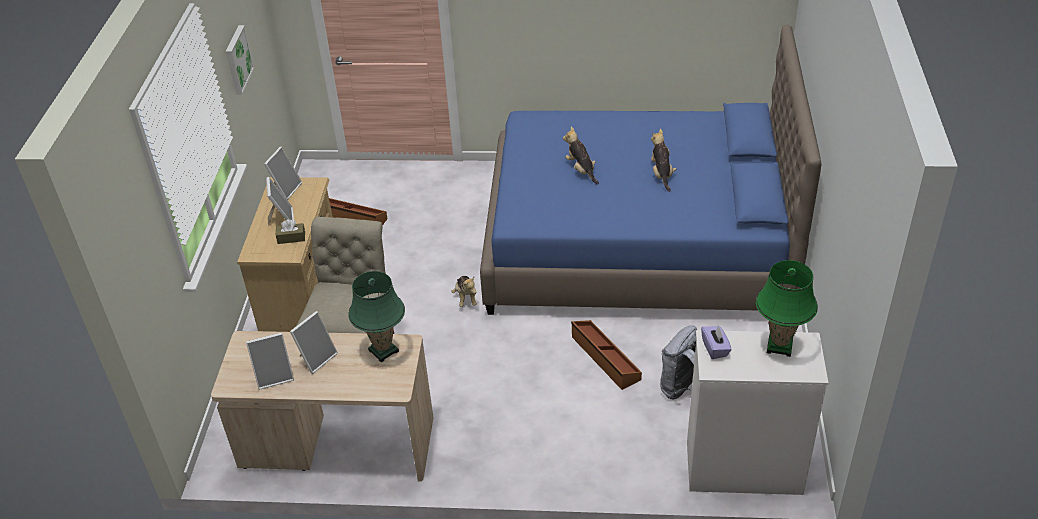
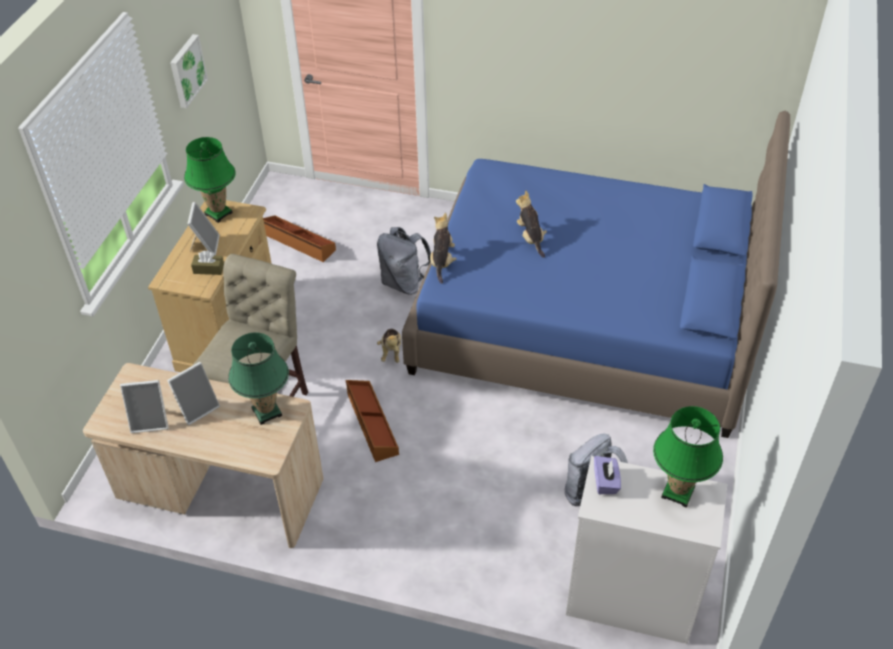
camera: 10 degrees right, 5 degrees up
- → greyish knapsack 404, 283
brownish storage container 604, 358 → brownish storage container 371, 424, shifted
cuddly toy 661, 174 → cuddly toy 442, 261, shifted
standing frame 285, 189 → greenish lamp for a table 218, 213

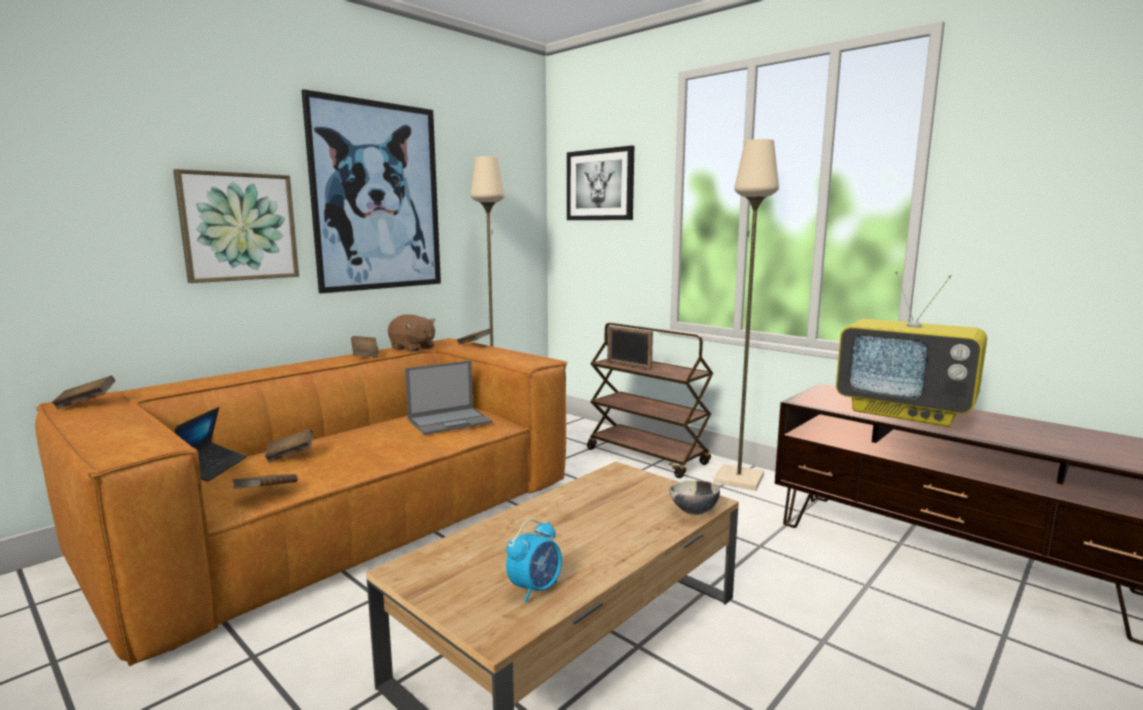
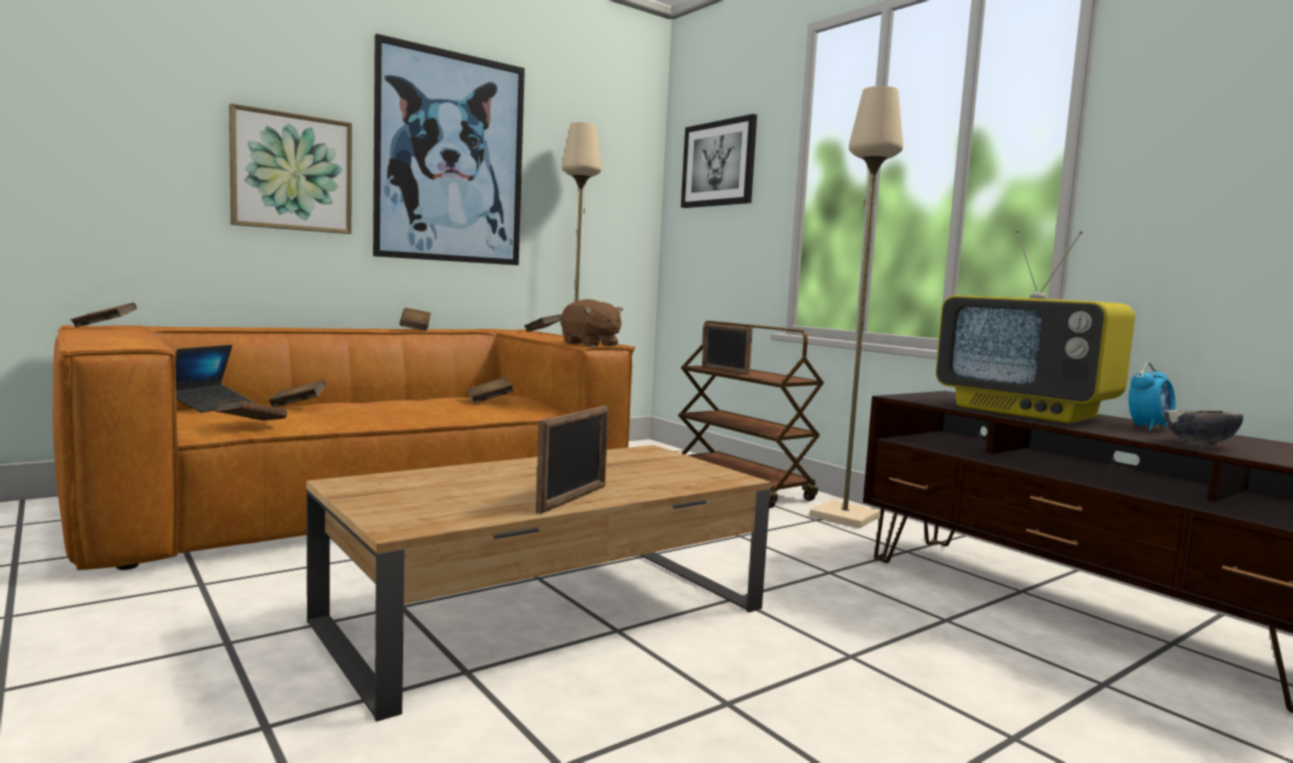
camera: 10 degrees right, 5 degrees down
- → standing frame 573, 499
brownish cuddly toy 412, 348 → brownish cuddly toy 590, 344, shifted
alarm clock 535, 588 → alarm clock 1149, 428, shifted
serving bowl 693, 511 → serving bowl 1198, 444, shifted
laptop 450, 421 → brownish bound book 489, 401

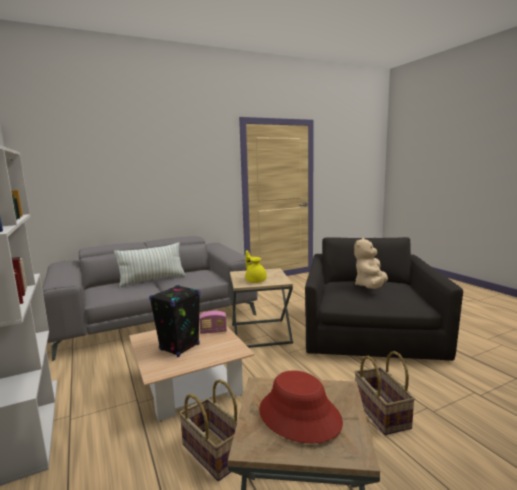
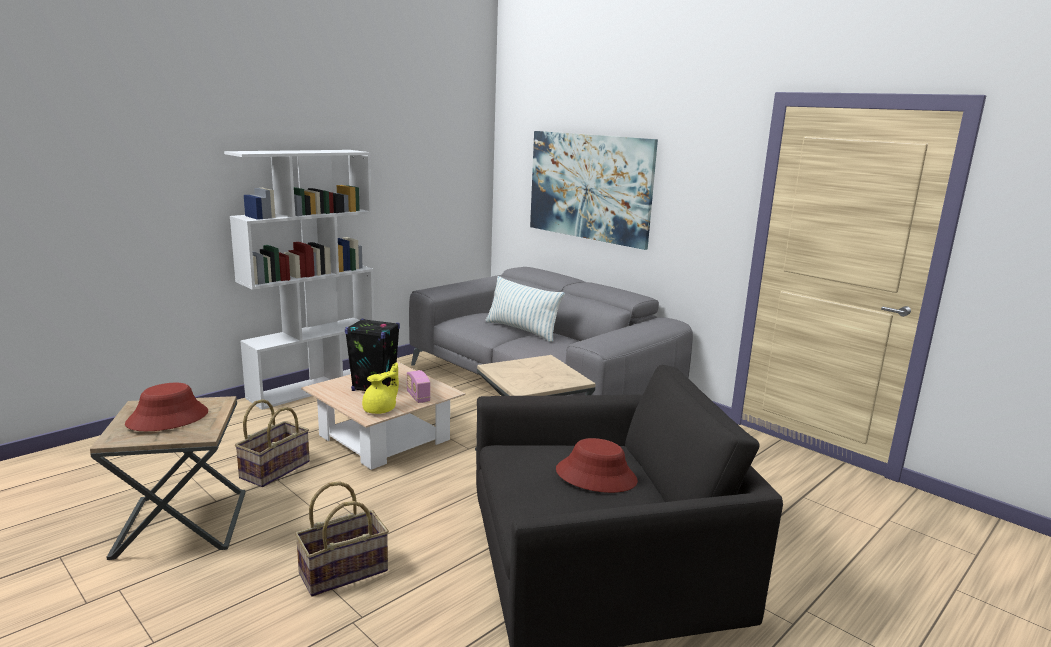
camera: 70 degrees right, 5 degrees up
- → wall picture 589, 187
yellow-coloured pot for tea 255, 280 → yellow-coloured pot for tea 381, 409, shifted
beige-coloured cuddly toy 370, 287 → red wearable hat 596, 476

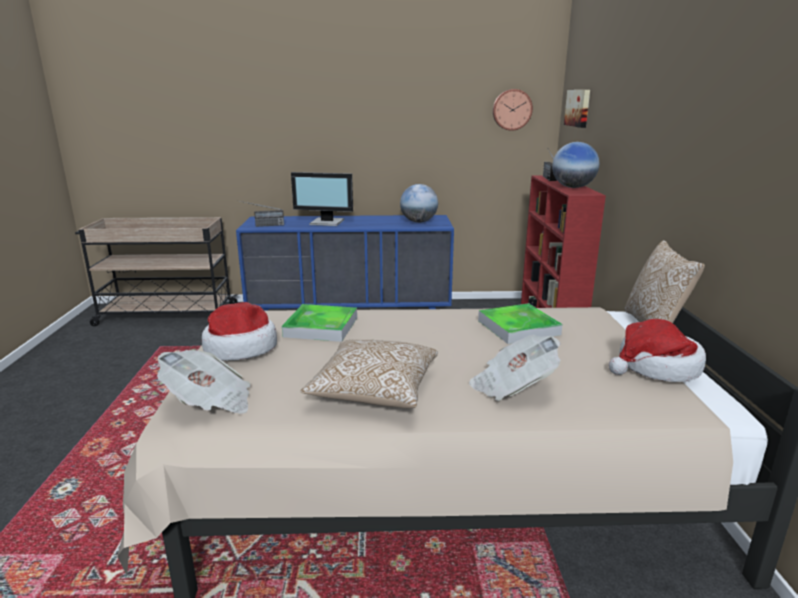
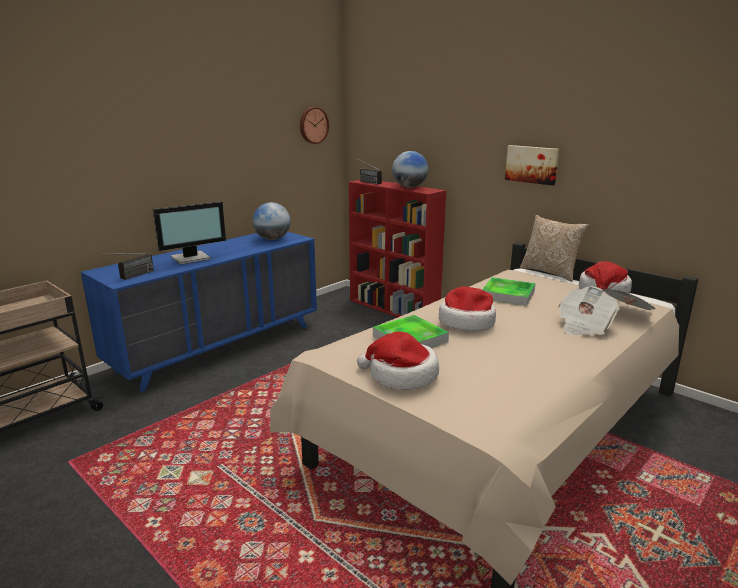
camera: 45 degrees left, 0 degrees up
throw pillow 374, 390 → -
- → wearable hat 467, 322
printed paper 210, 402 → printed paper 627, 313, shifted
wall picture 578, 108 → wall picture 532, 164, shifted

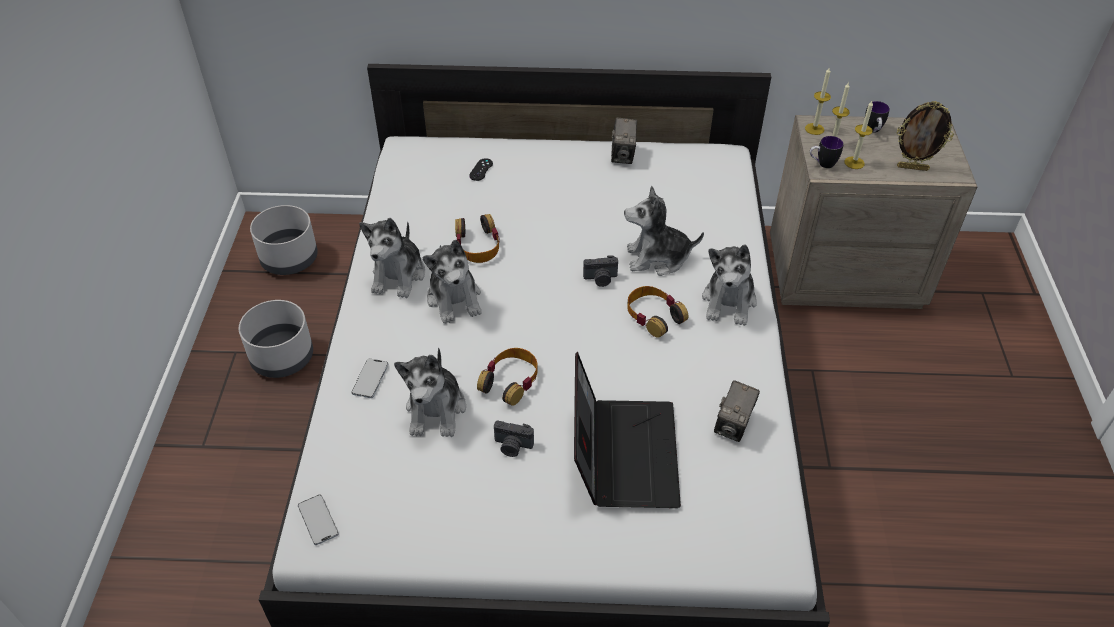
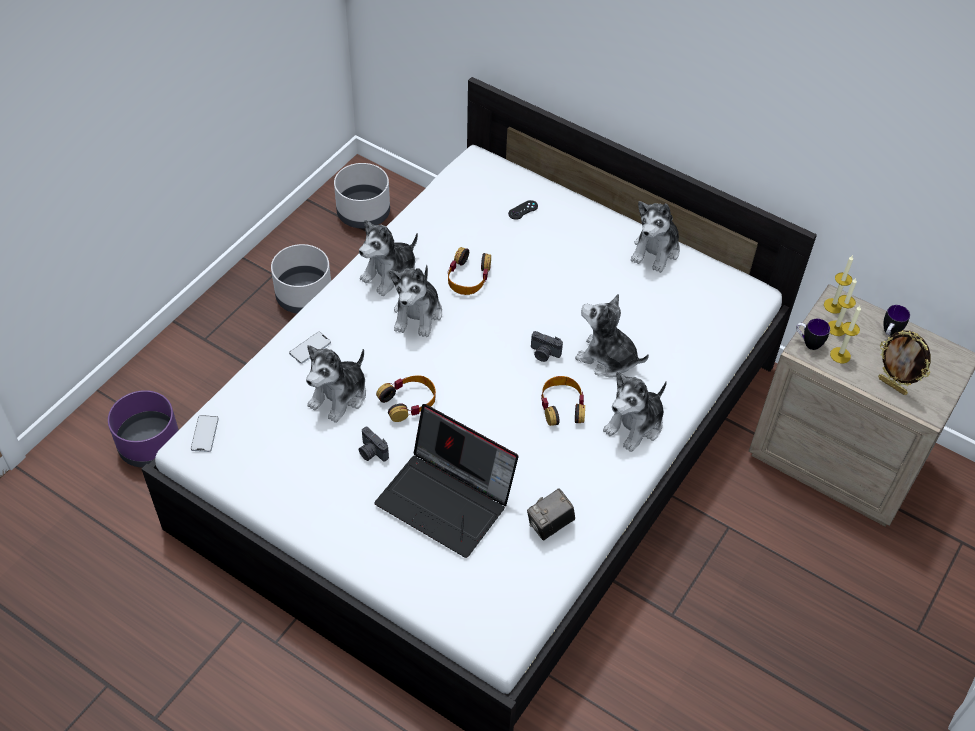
camera: 30 degrees right, 5 degrees up
- → purple-coloured planter 149, 444
photo camera 623, 155 → cuddly toy 656, 251
laptop 622, 452 → laptop 447, 500, 90 degrees clockwise

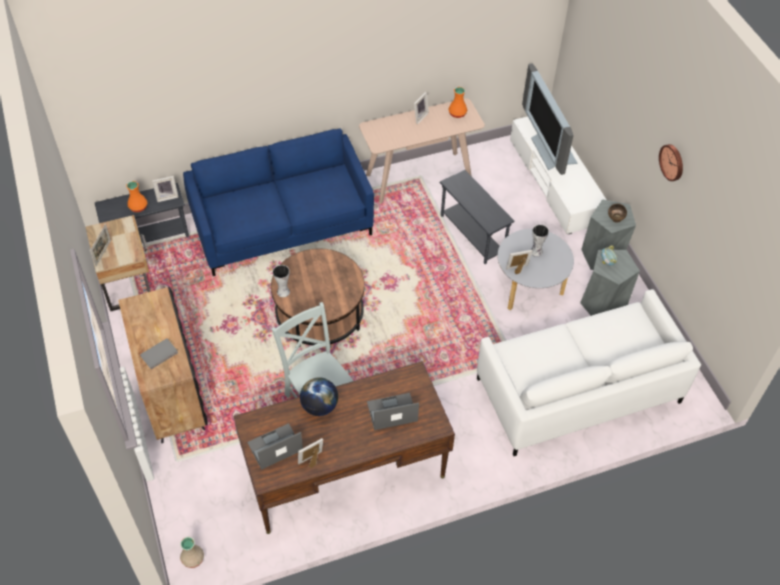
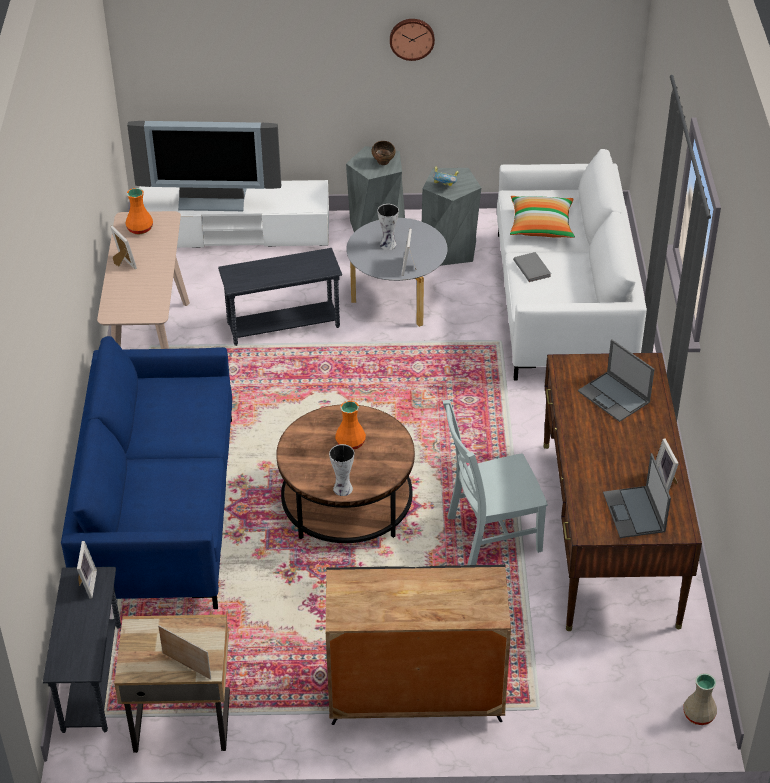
camera: 70 degrees left, 10 degrees down
desk globe 319, 406 → -
- → throw pillow 541, 226
orangey flower vase 138, 206 → orangey flower vase 349, 442, shifted
greyish bound book 160, 354 → greyish bound book 532, 268, shifted
laptop 391, 412 → laptop 614, 397, 45 degrees counterclockwise

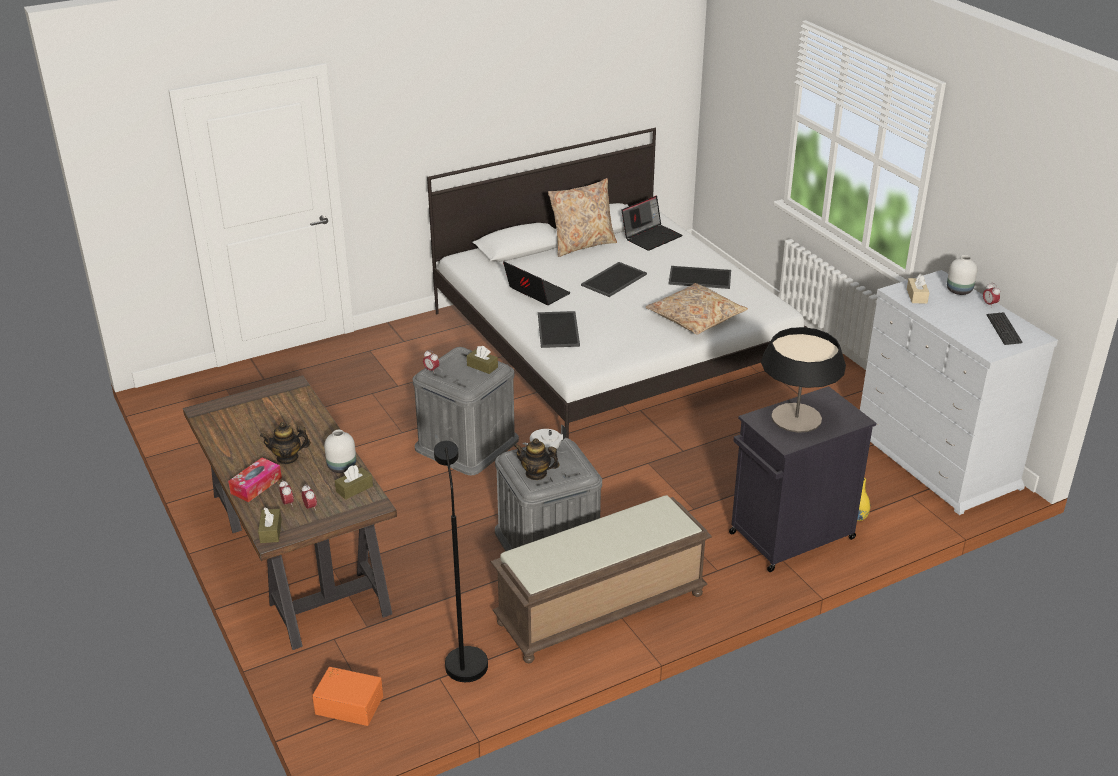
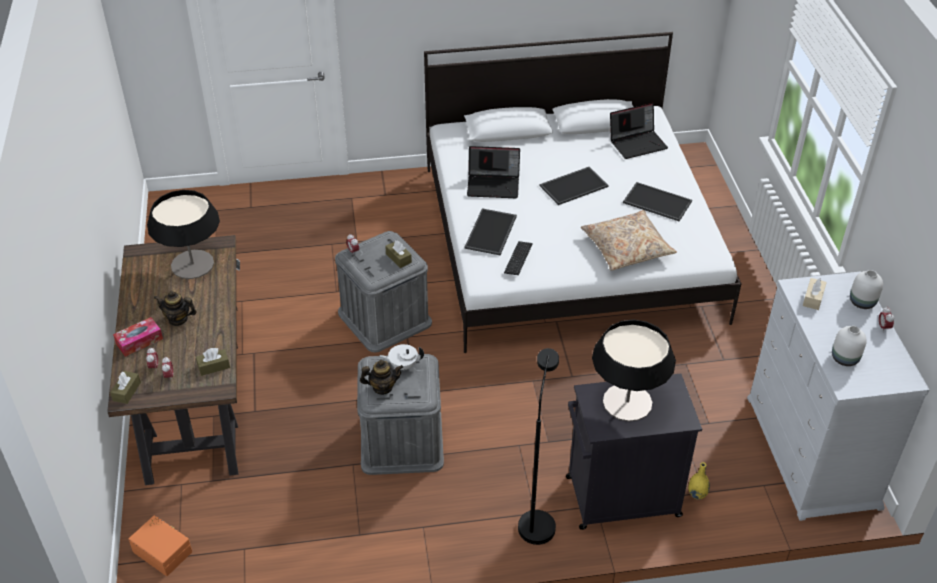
camera: 20 degrees right, 10 degrees up
brownish bench 600, 610 → -
beige-coloured throw pillow 582, 245 → -
- → lamp for a table 192, 264
whitish flower vase 342, 466 → whitish flower vase 845, 358, shifted
black standard lamp 463, 657 → black standard lamp 536, 519, shifted
PC keyboard 1003, 330 → PC keyboard 518, 259, shifted
laptop 536, 293 → laptop 494, 185, 120 degrees clockwise
pot for tea 536, 473 → pot for tea 382, 387, 135 degrees clockwise

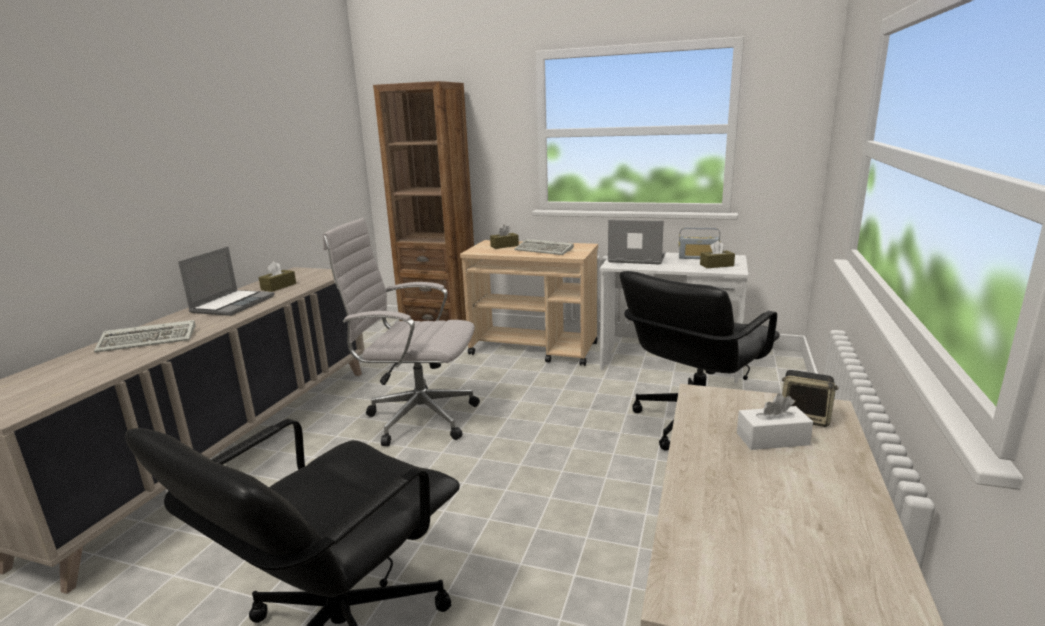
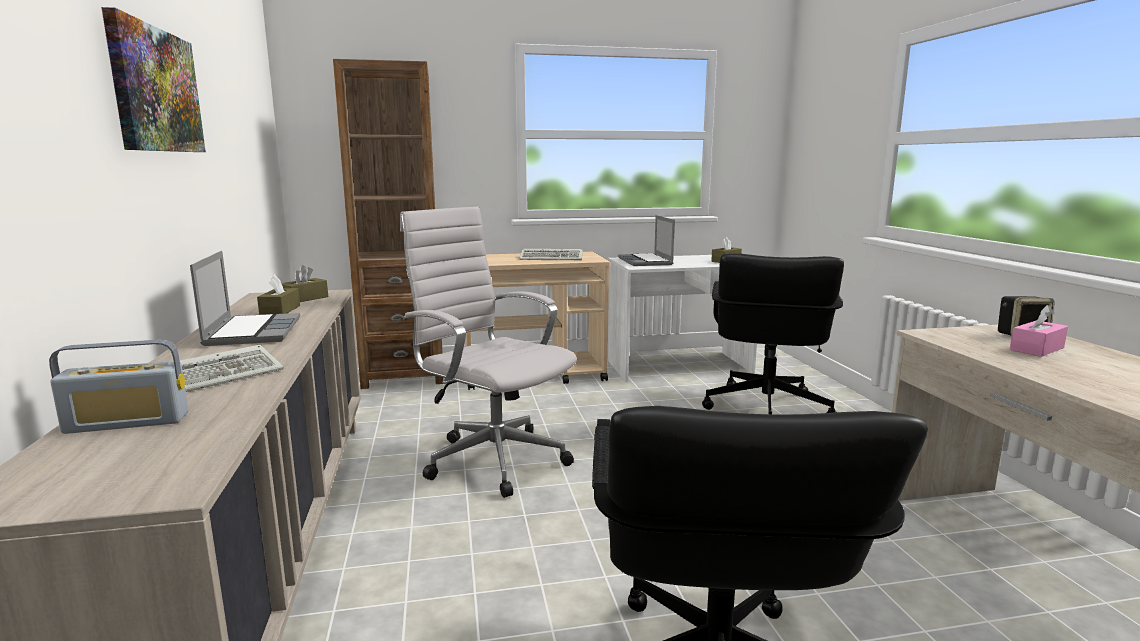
camera: 30 degrees left, 5 degrees down
- → wall picture 155, 90
brownish tissue holder 504, 246 → brownish tissue holder 304, 299, shifted
radio receiver 698, 258 → radio receiver 128, 423, shifted
whitish tissue holder 772, 439 → pink-coloured tissue holder 1036, 349
whitish computer chair 416, 418 → whitish computer chair 492, 459, 60 degrees clockwise
laptop 635, 259 → laptop 646, 261, 90 degrees counterclockwise

